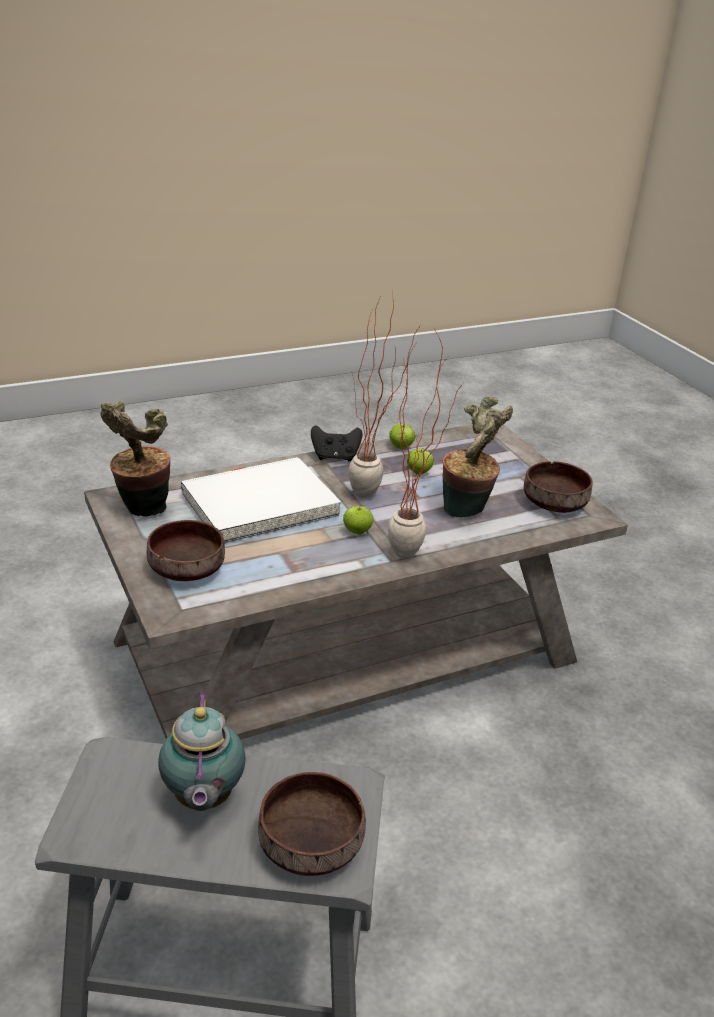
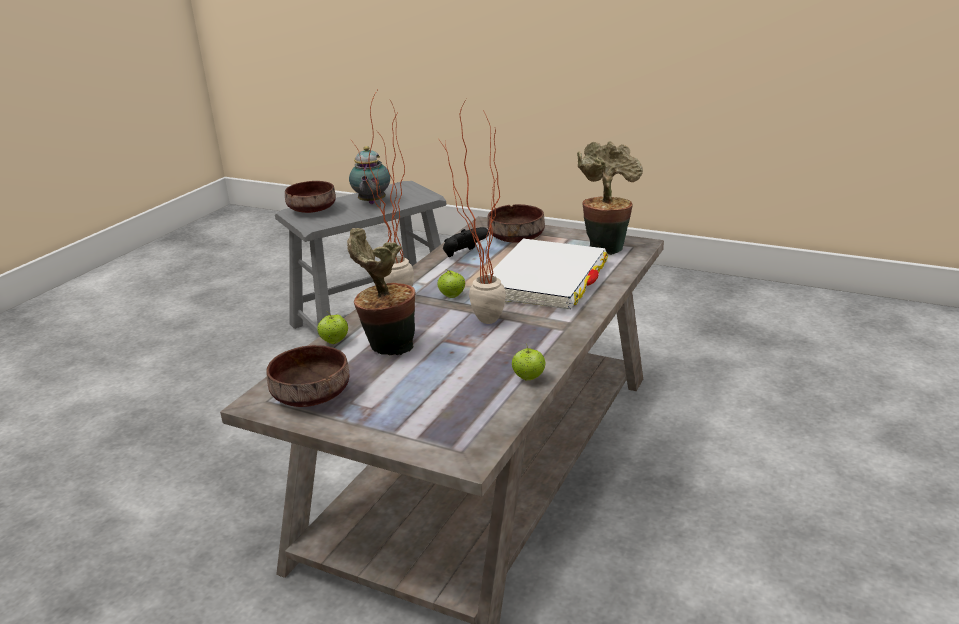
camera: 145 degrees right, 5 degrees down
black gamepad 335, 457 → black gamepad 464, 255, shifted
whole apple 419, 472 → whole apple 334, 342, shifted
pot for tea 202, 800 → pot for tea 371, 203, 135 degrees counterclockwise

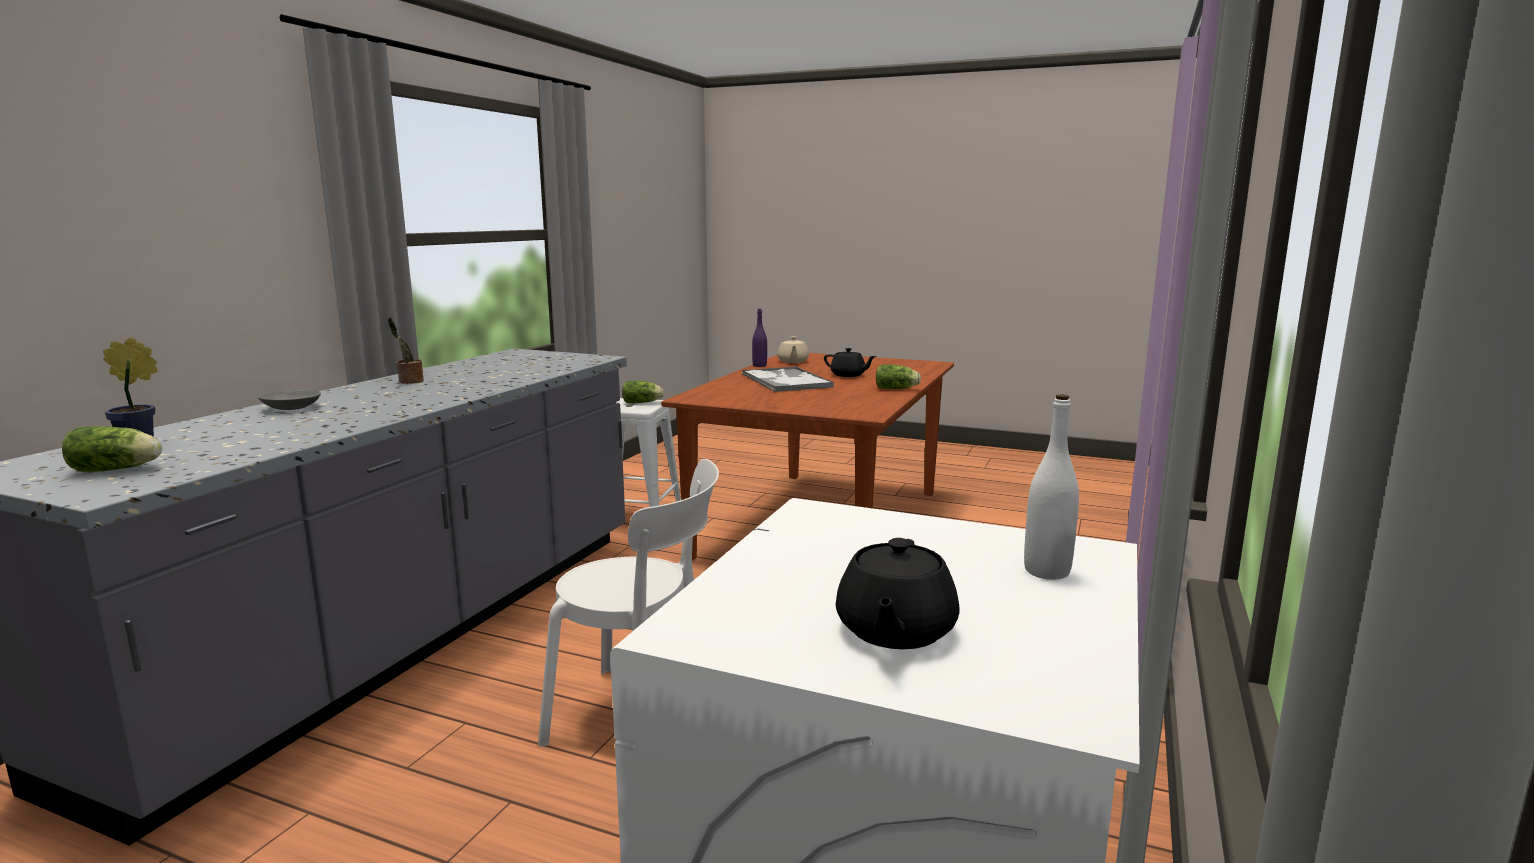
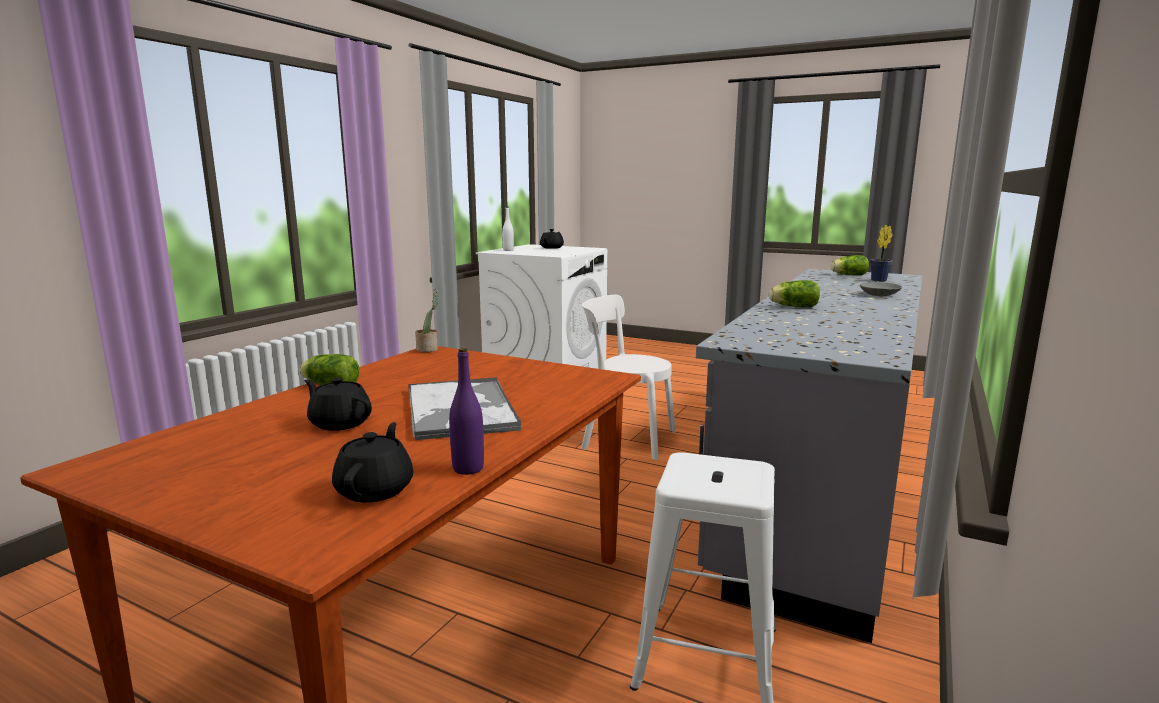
camera: 175 degrees left, 0 degrees up
plant in a pot 409, 381 → plant in a pot 429, 349, shifted
head of lettuce 643, 402 → head of lettuce 792, 306, shifted
beige-coloured pot for tea 793, 361 → black pot for tea 376, 489

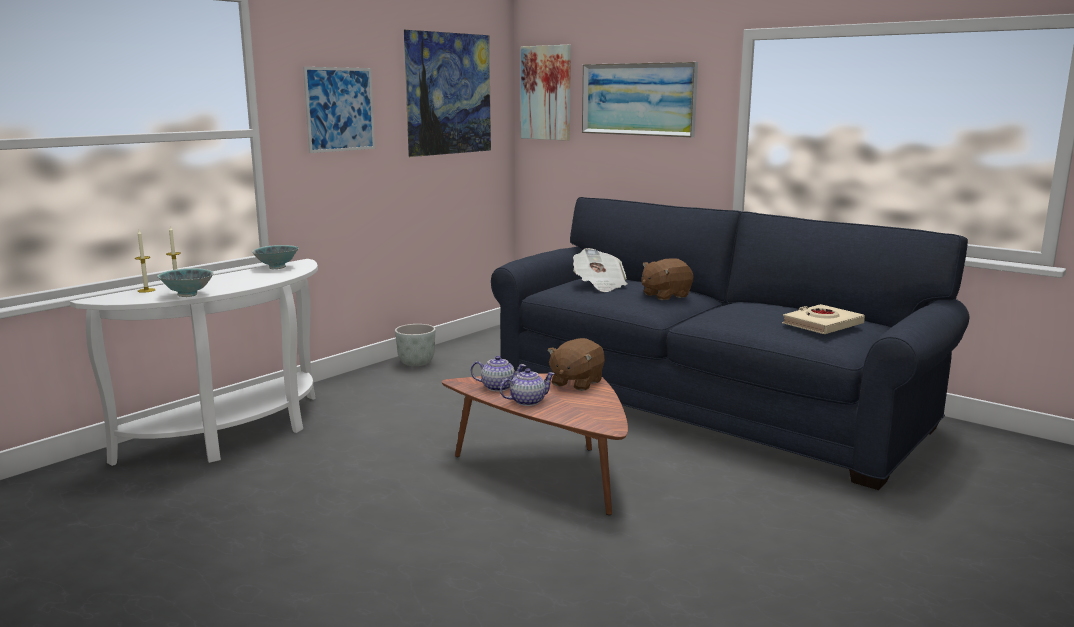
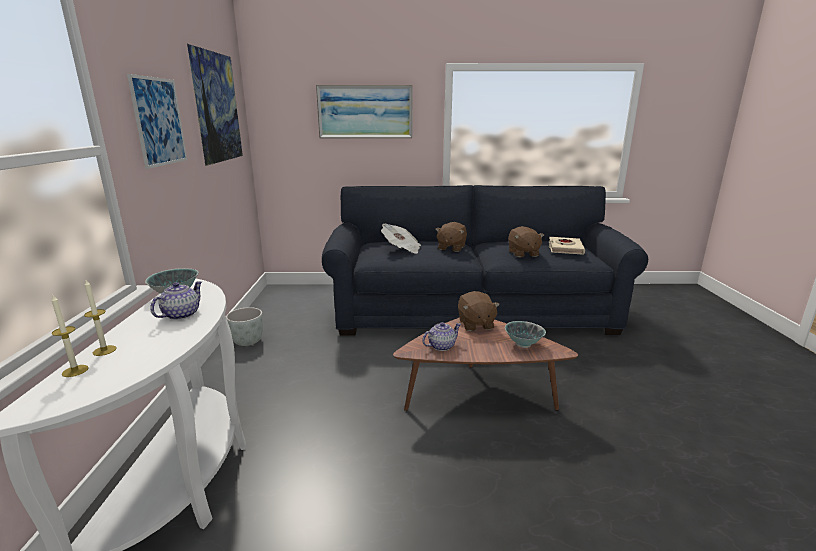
camera: 40 degrees left, 5 degrees up
wall picture 546, 93 → -
- → brownish cuddly toy 523, 253
serving bowl 187, 295 → serving bowl 523, 345, shifted
pot for tea 527, 401 → pot for tea 180, 315, shifted

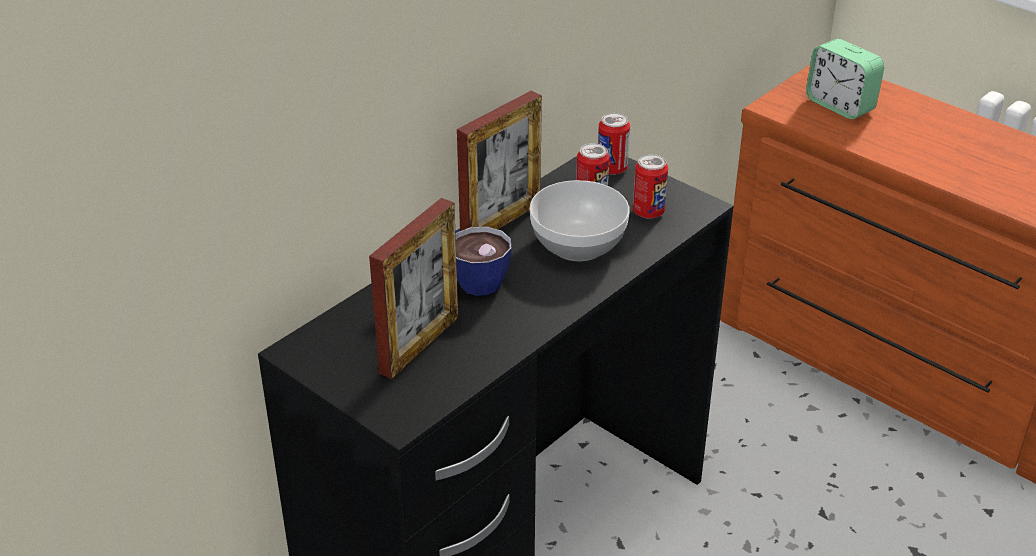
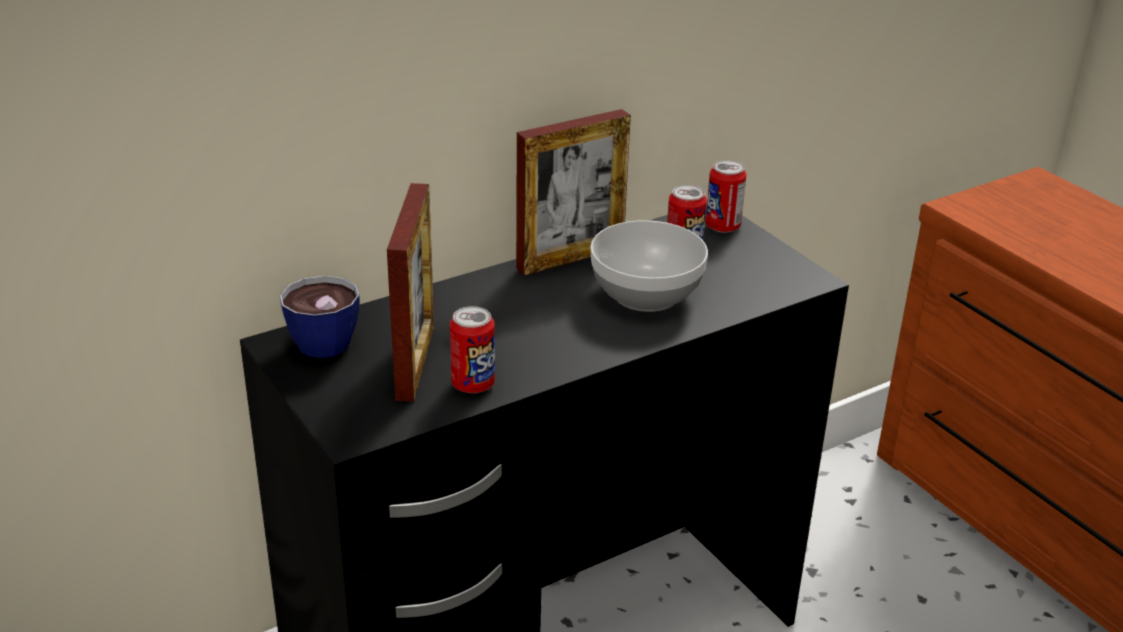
camera: 15 degrees right, 5 degrees down
alarm clock 840, 105 → -
cup 475, 278 → cup 322, 338, shifted
can 648, 212 → can 473, 384, shifted
standing frame 419, 345 → standing frame 415, 362, 45 degrees counterclockwise

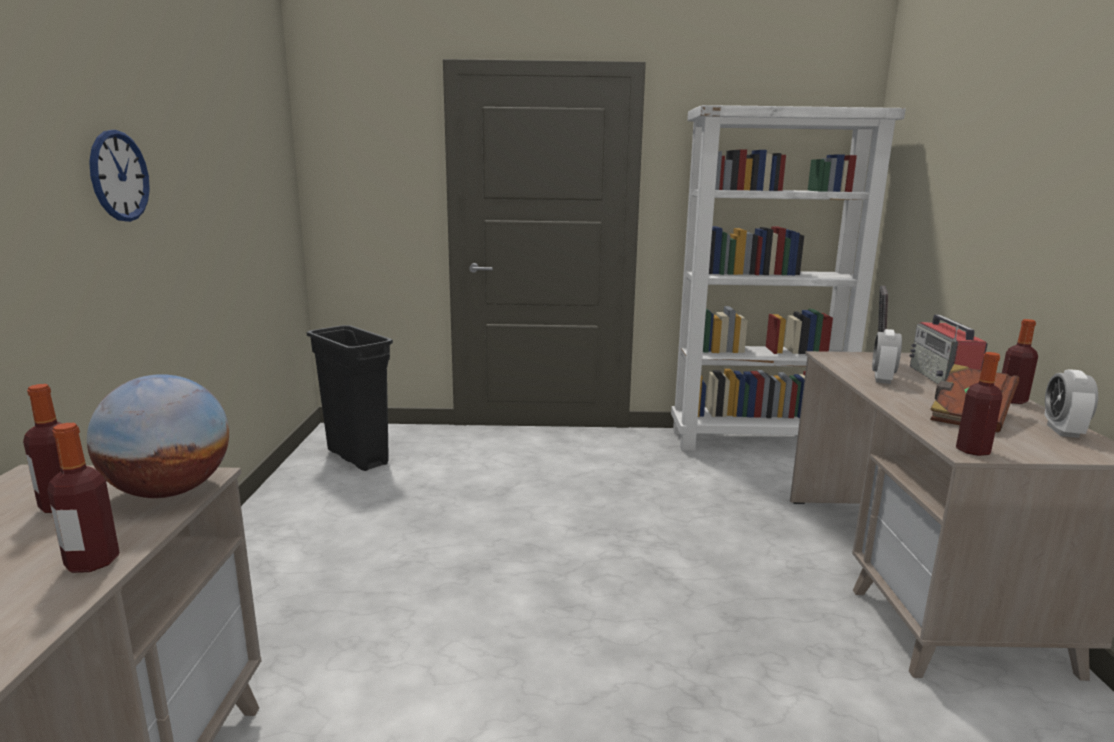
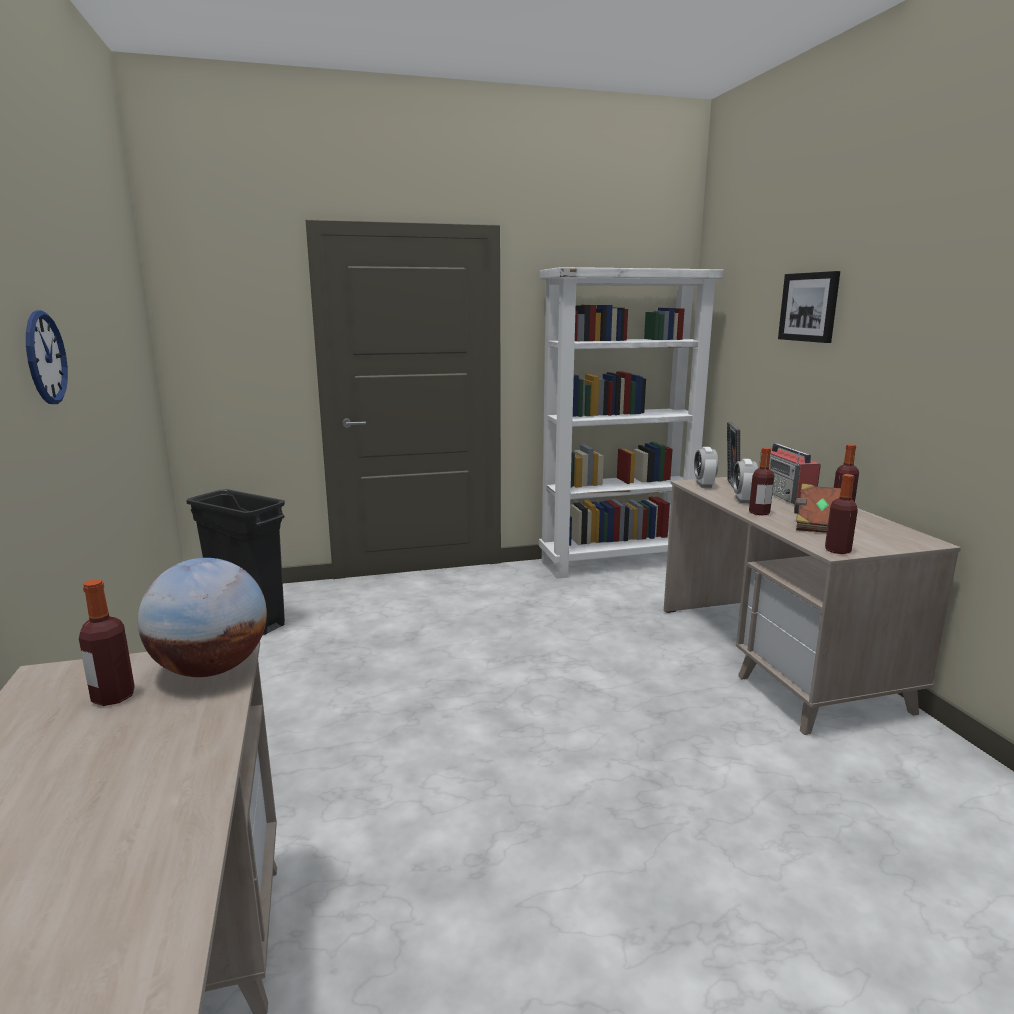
camera: 15 degrees left, 0 degrees up
- → wall picture 809, 307
bottle 92, 562 → bottle 759, 513, shifted
alarm clock 1062, 431 → alarm clock 704, 485, shifted

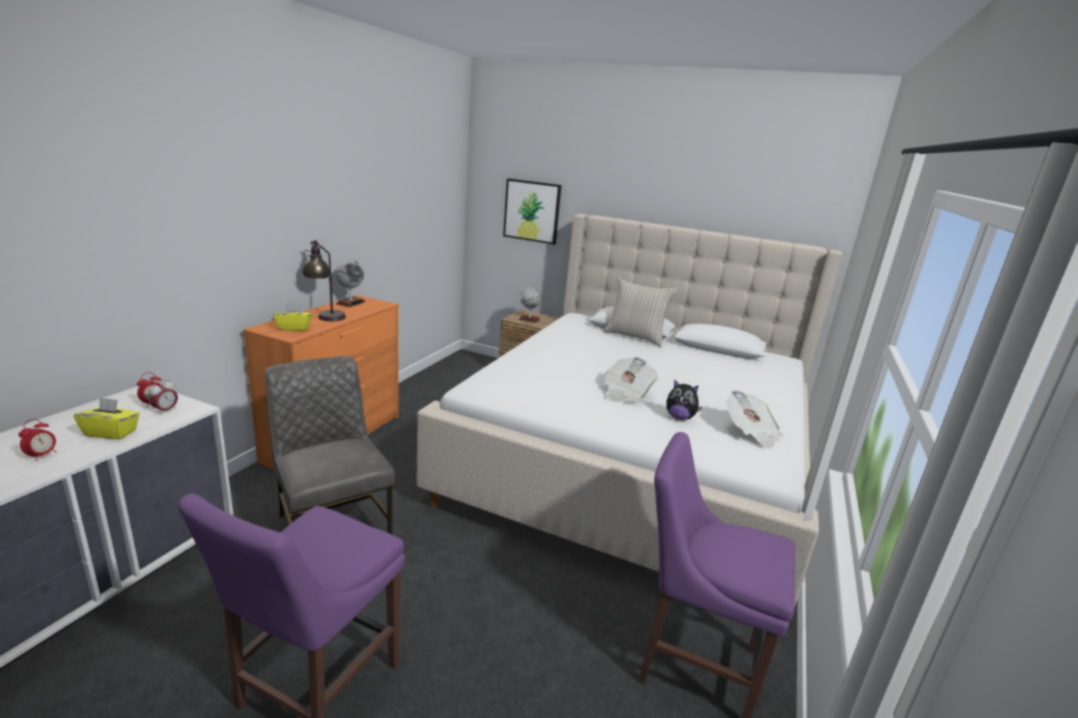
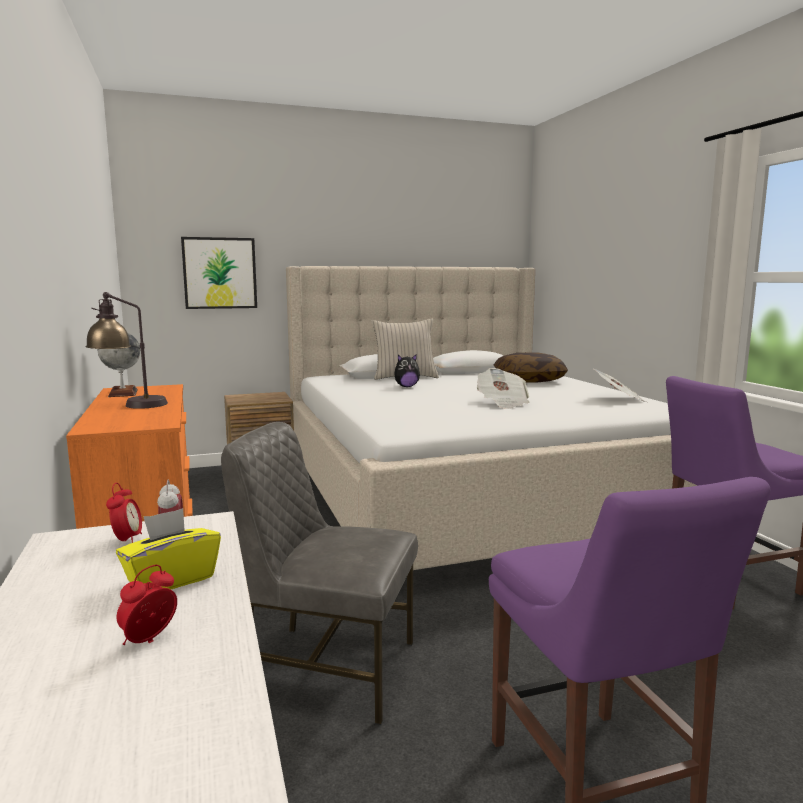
camera: 40 degrees left, 10 degrees down
yellow-coloured tissue holder 294, 328 → -
desk globe 529, 319 → -
- → throw pillow 529, 380
cuddly toy 680, 418 → cuddly toy 406, 386, shifted
alarm clock 42, 455 → alarm clock 149, 640, 120 degrees counterclockwise

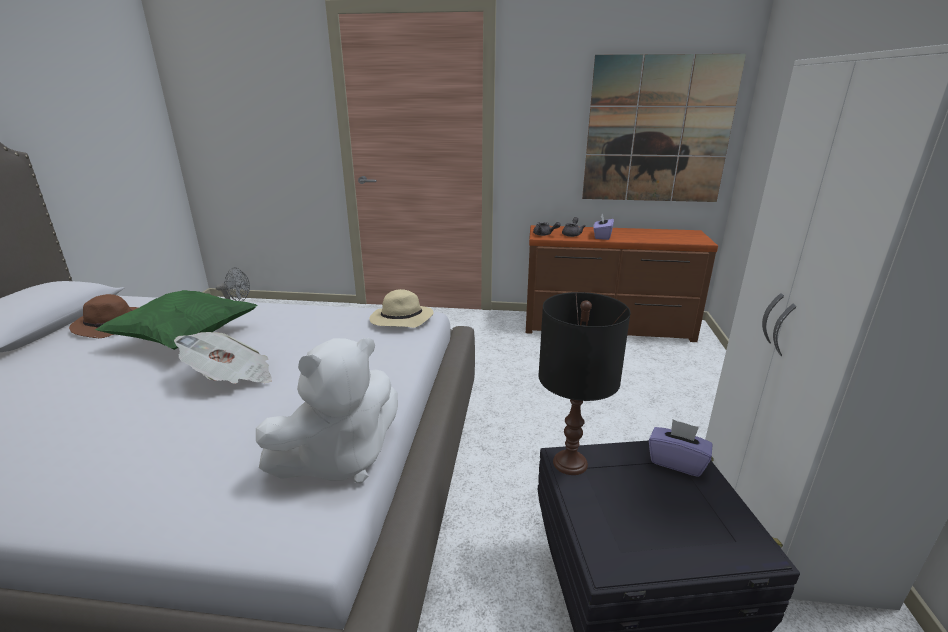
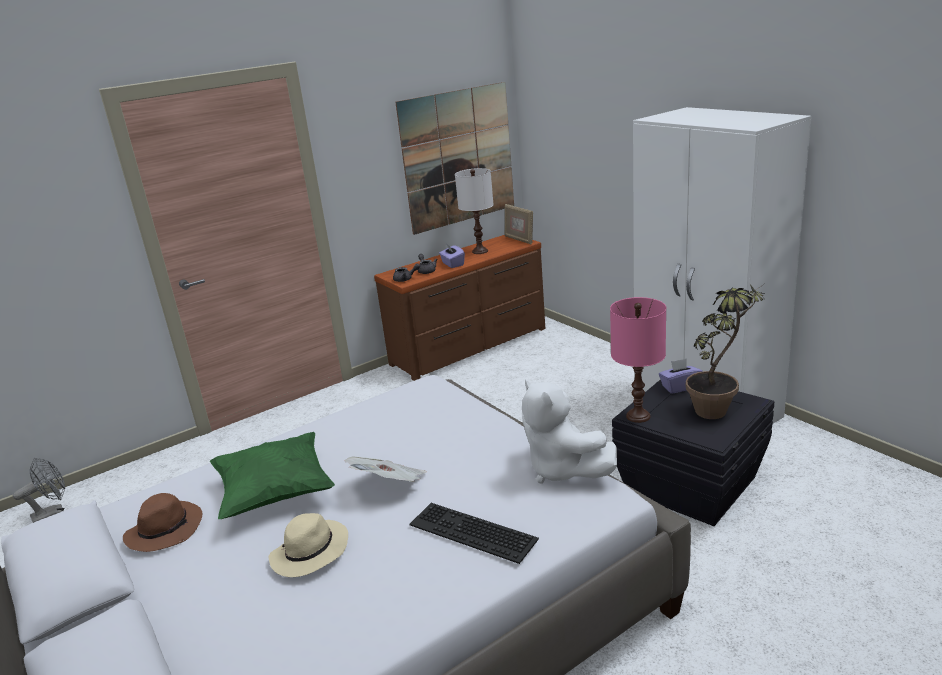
camera: 40 degrees left, 0 degrees up
- → PC keyboard 470, 533
- → whitish lamp for a table 480, 251
- → standing frame 519, 240
- → plant in a pot 719, 408
beige-coloured wearable hat 400, 320 → beige-coloured wearable hat 310, 553, shifted
black lamp for a table 569, 462 → pink-coloured lamp for a table 637, 416
whitish cuddly toy 340, 459 → whitish cuddly toy 562, 469, 135 degrees clockwise

